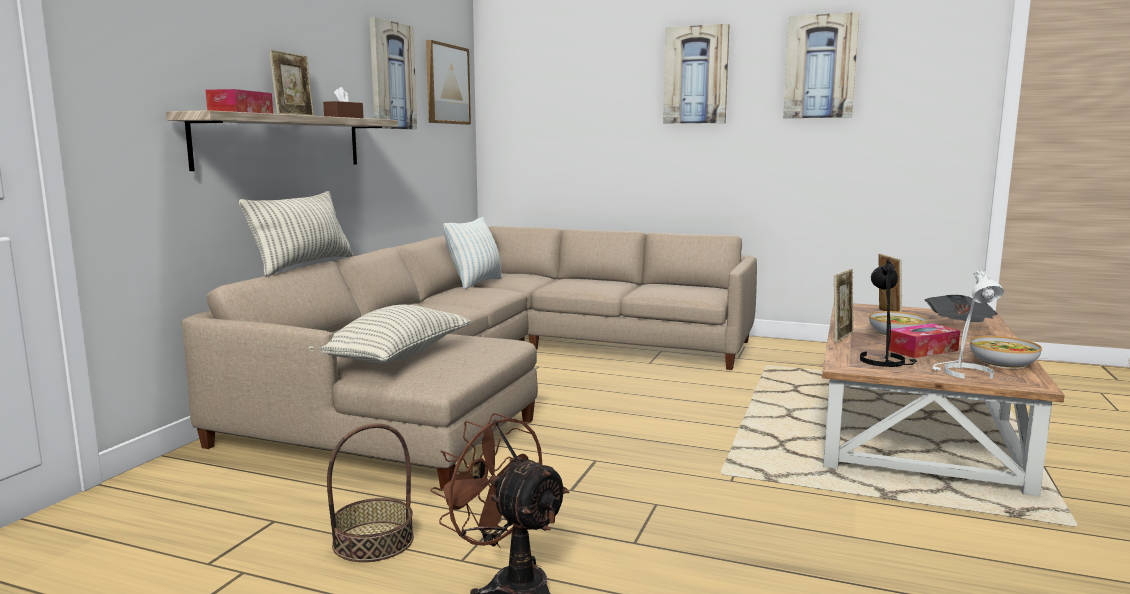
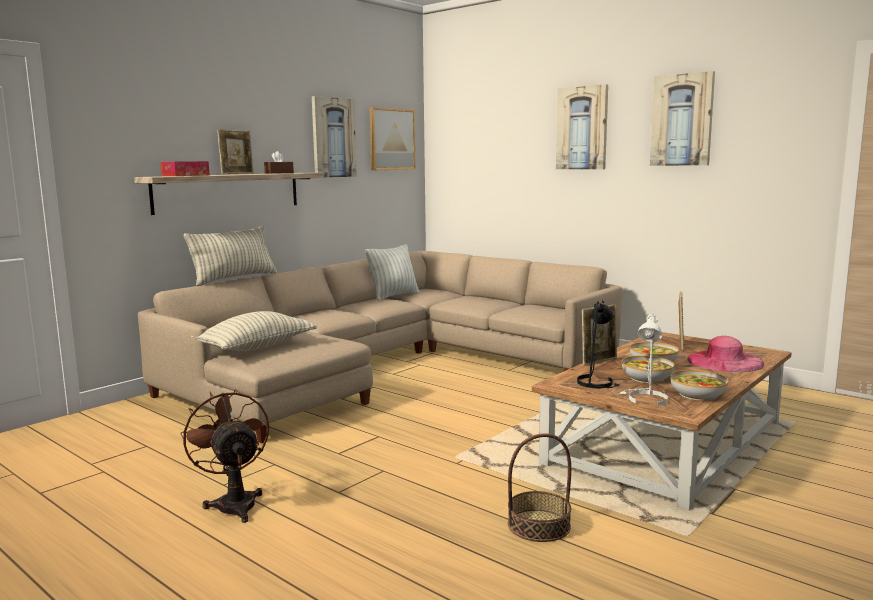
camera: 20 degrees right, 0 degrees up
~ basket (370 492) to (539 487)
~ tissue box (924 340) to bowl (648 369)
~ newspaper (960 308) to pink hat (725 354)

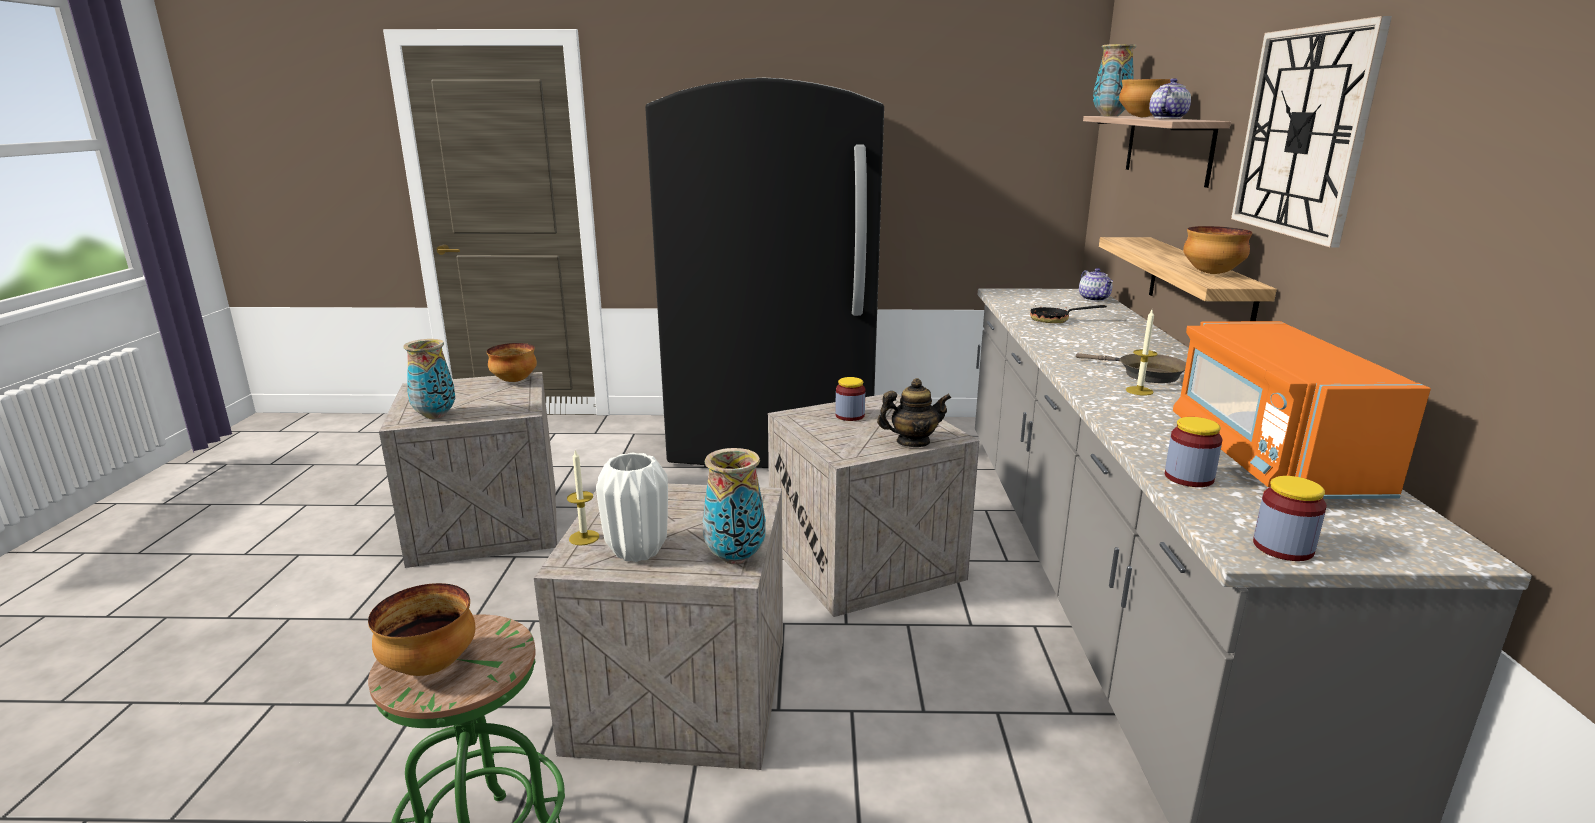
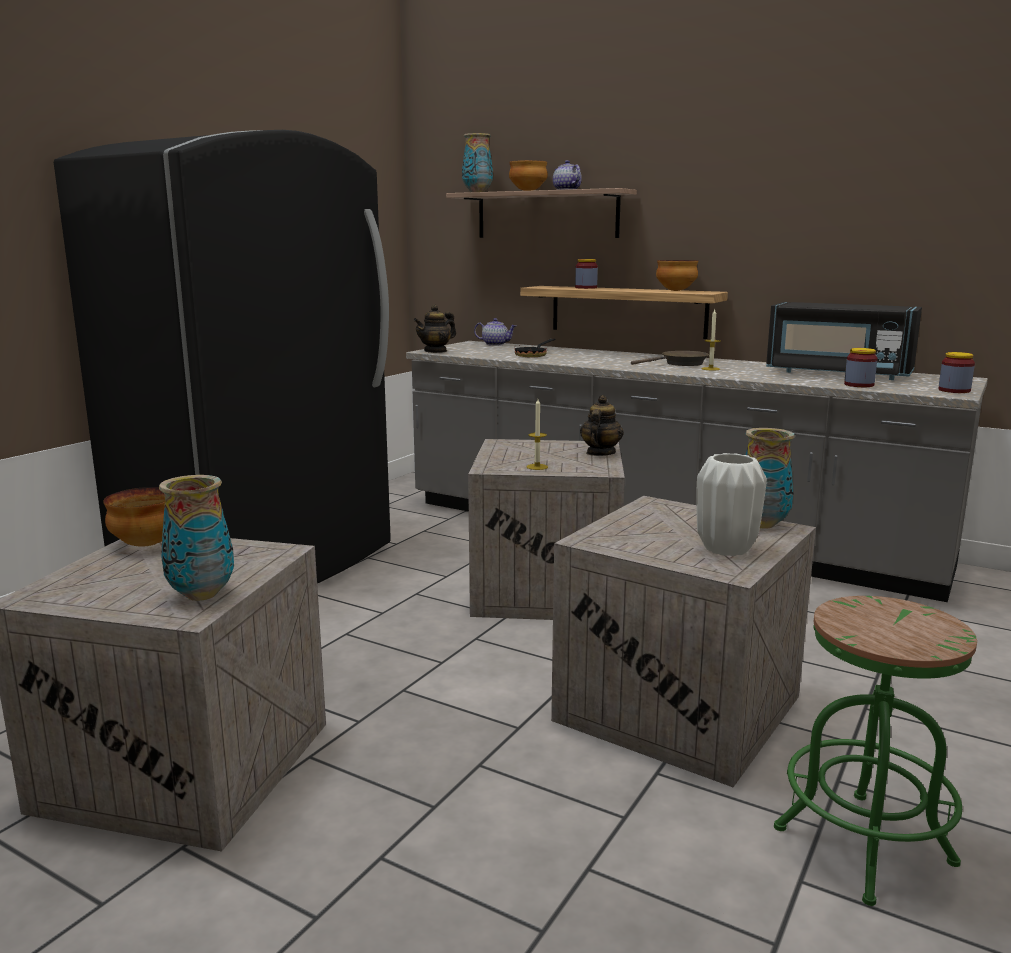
camera: 60 degrees left, 5 degrees down
+ teapot (435 328)
~ candle (583 497) to (537 434)
~ jar (850 399) to (586 274)
~ orange microwave (1302 410) to black microwave (844 341)
- bowl (421 629)
- wall clock (1311 131)

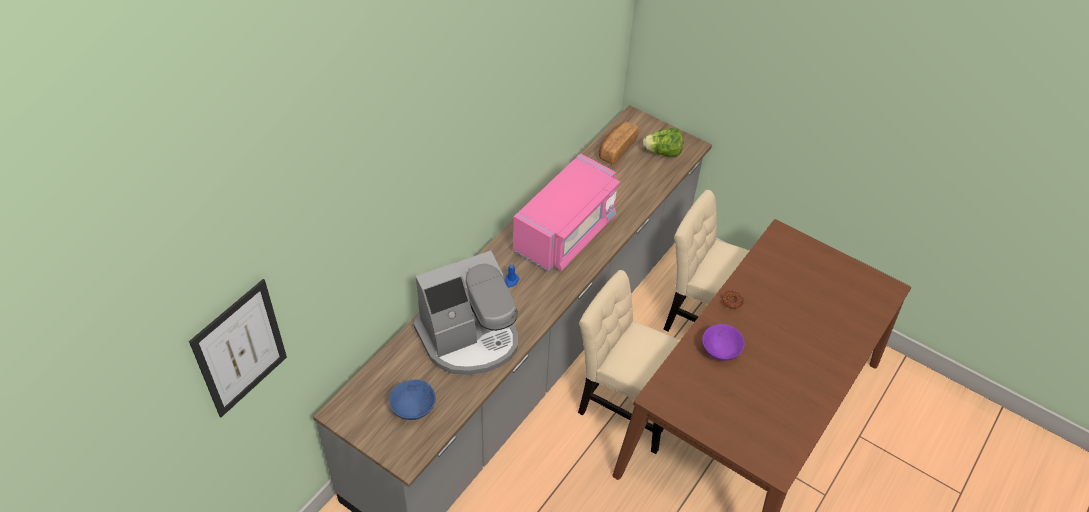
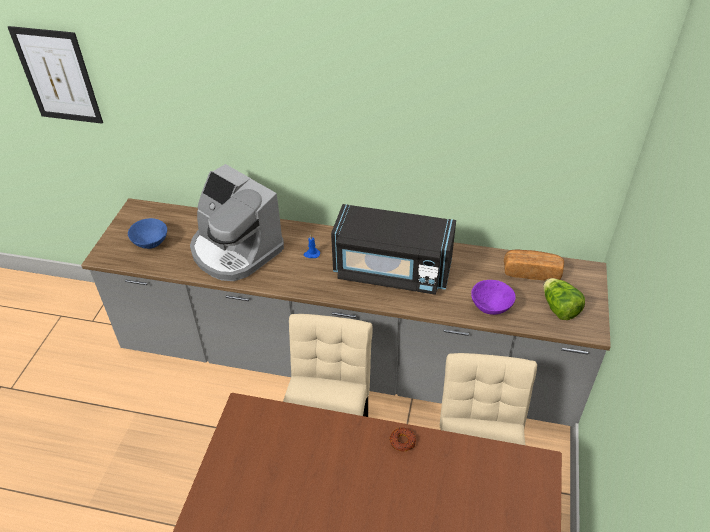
camera: 70 degrees right, 5 degrees down
~ pink microwave (566 212) to black microwave (393 249)
~ purple bowl (723 342) to (493 297)

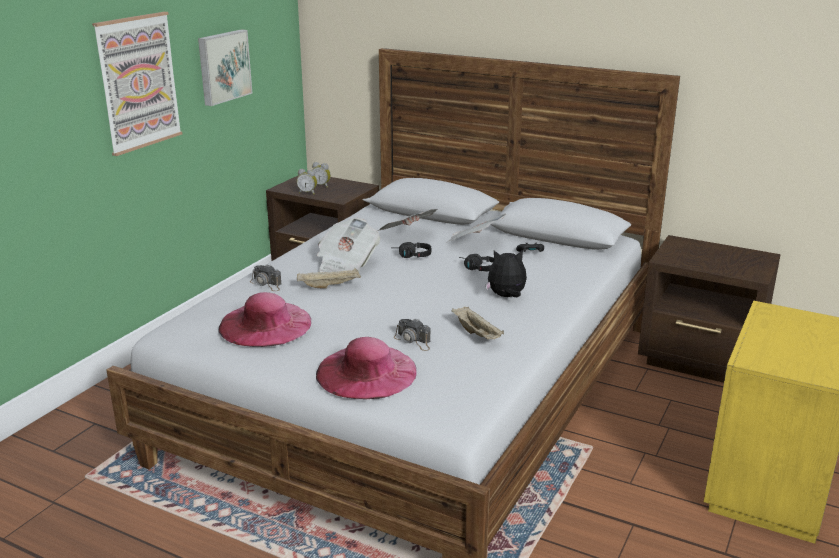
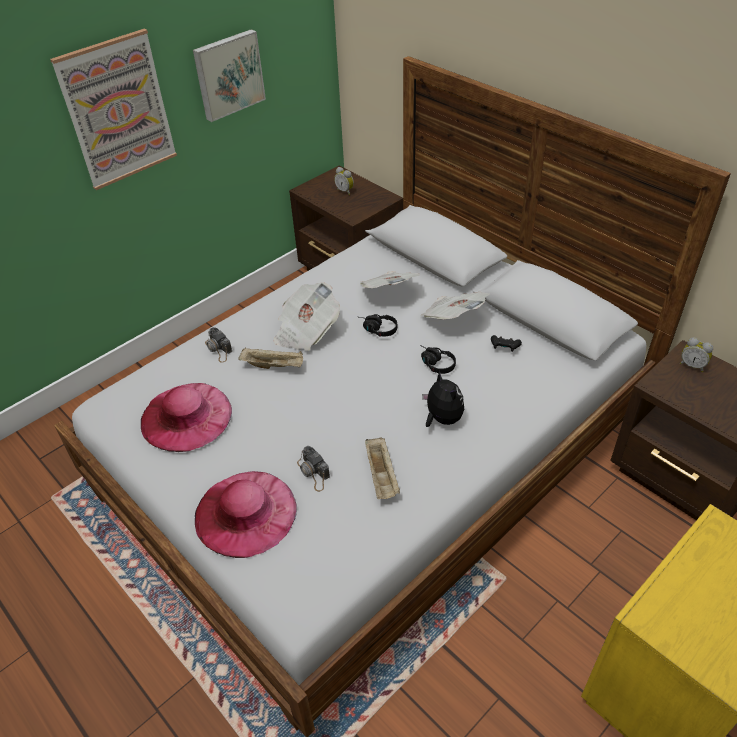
camera: 20 degrees right, 20 degrees up
~ plush toy (506 273) = (443 399) 45 degrees clockwise
~ alarm clock (307 181) to (696 355)

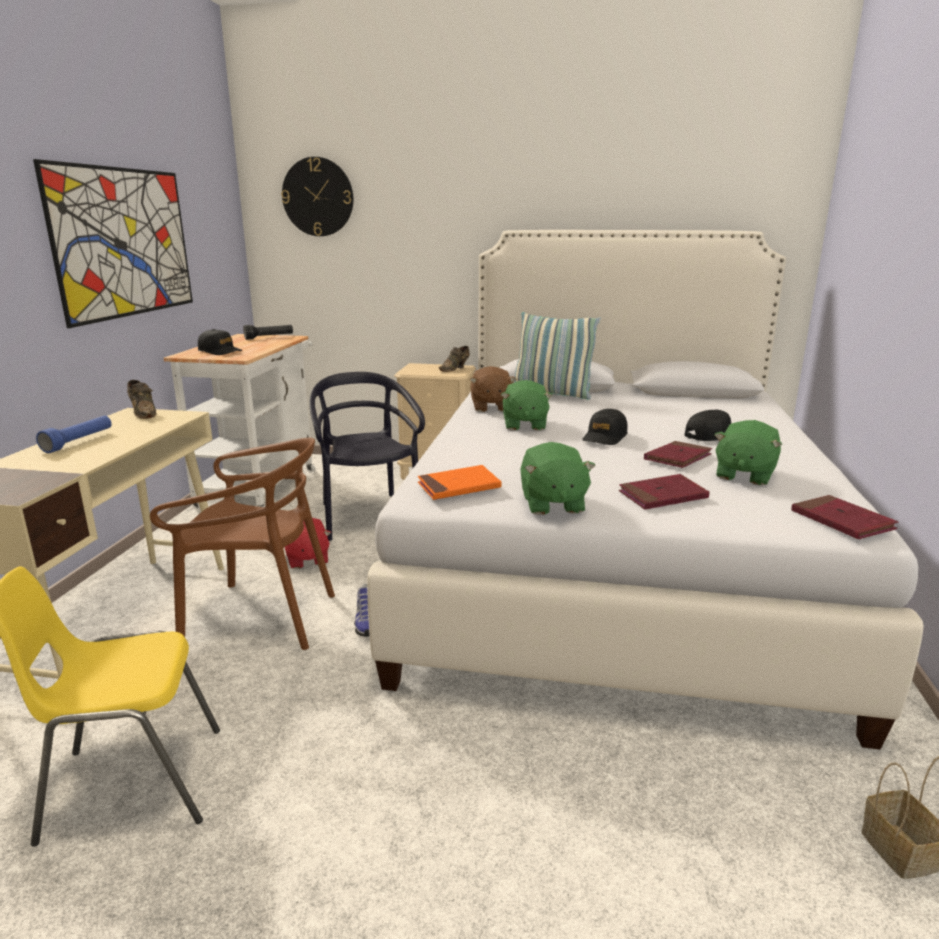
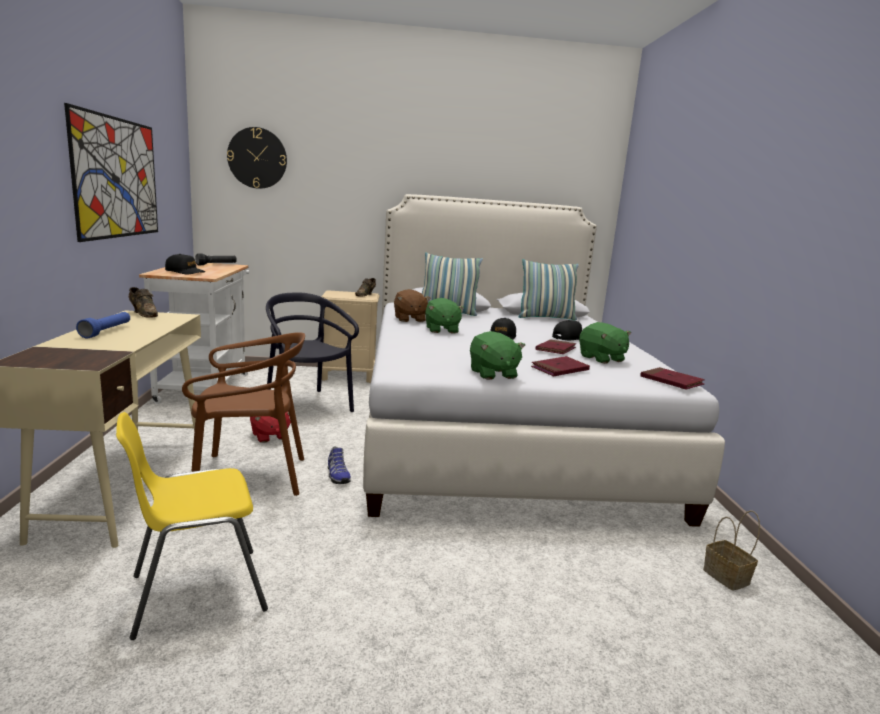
camera: 15 degrees left, 5 degrees down
+ pillow (549 289)
~ green plush toy (748 453) = (605 343) 45 degrees counterclockwise
- orange book (459 482)

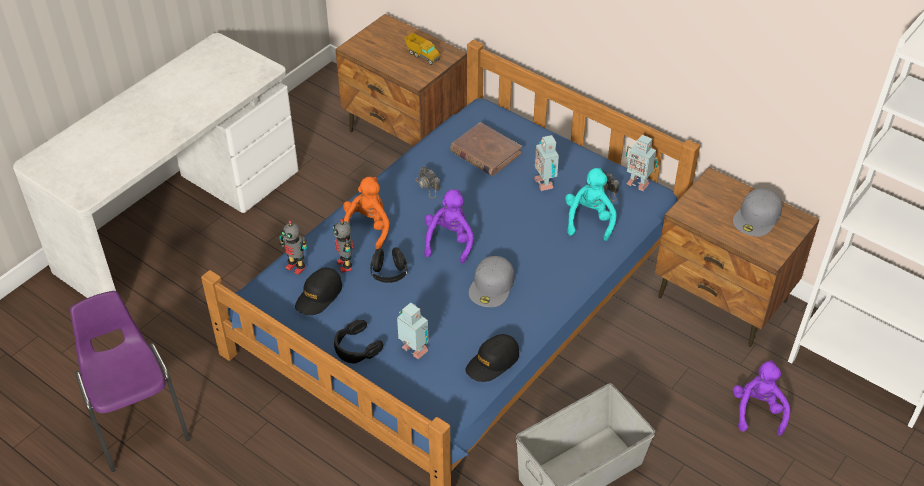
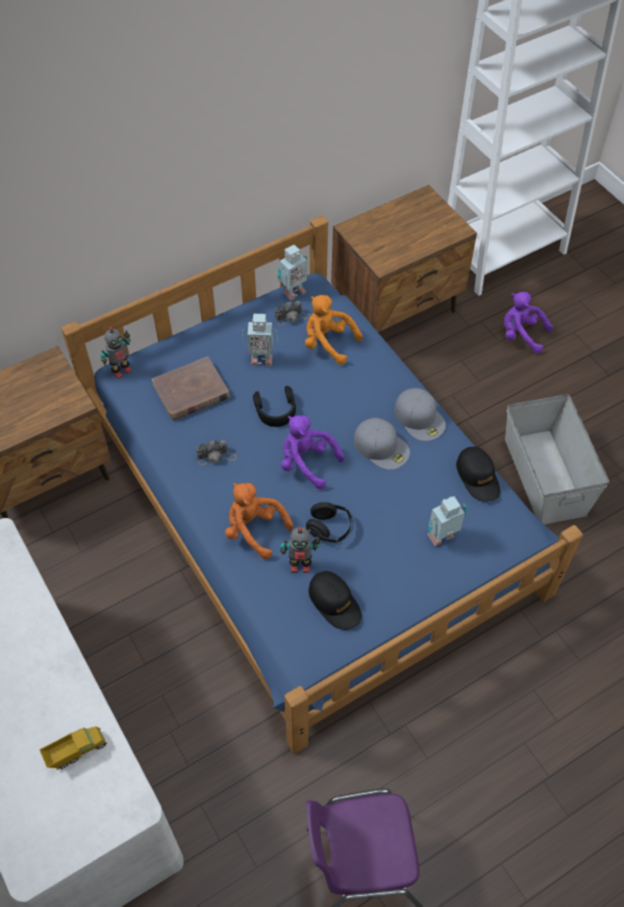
camera: 70 degrees left, 10 degrees up
~ toy truck (422 49) to (73 748)
~ toy robot (293 247) to (116 353)
~ black headphones (359 341) to (274 406)
~ turquoise plush toy (591 204) to orange plush toy (334 330)
~ grey cap (757 212) to (420 414)

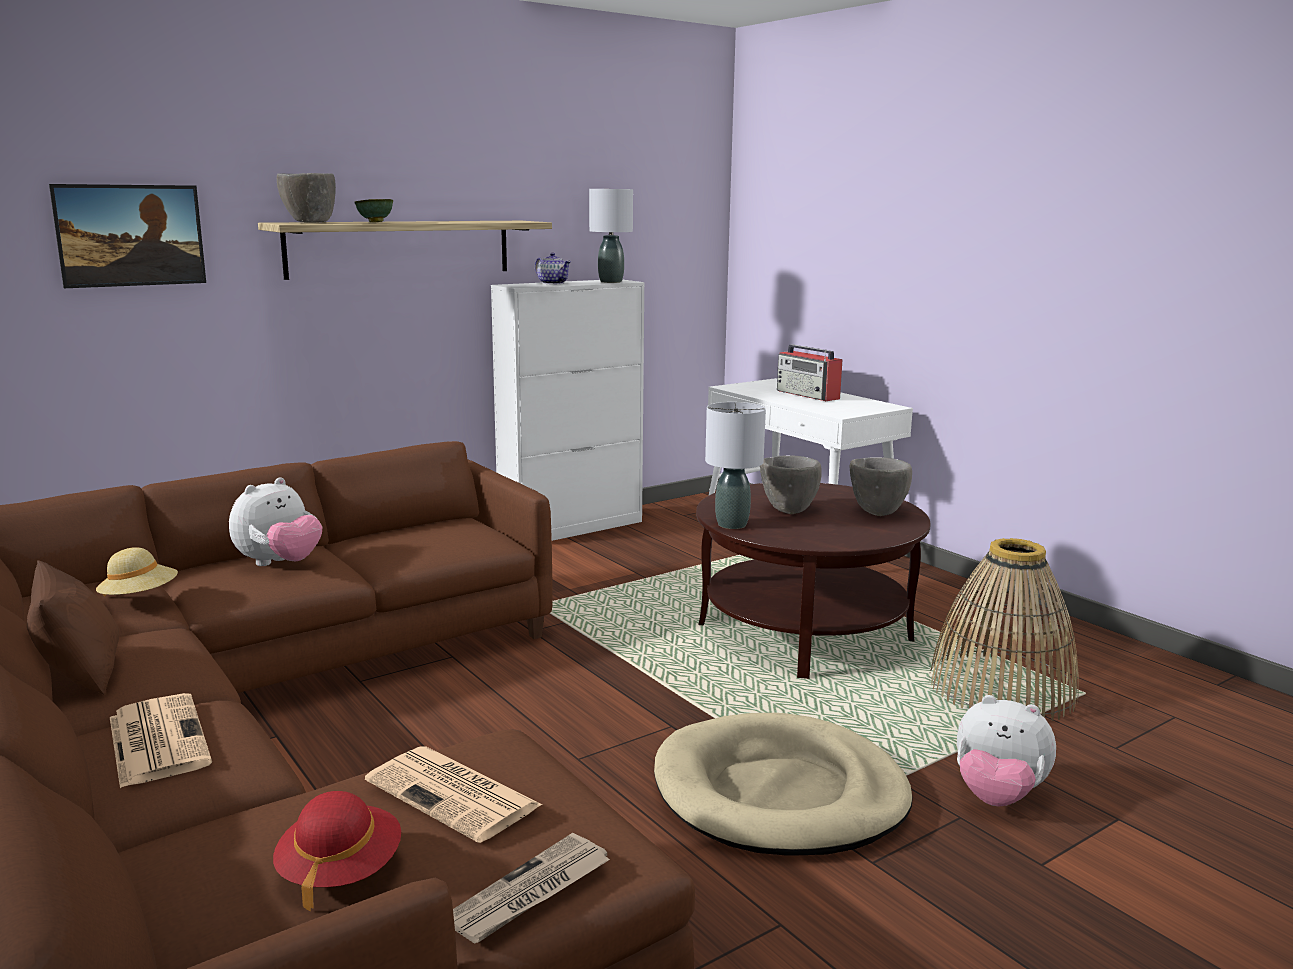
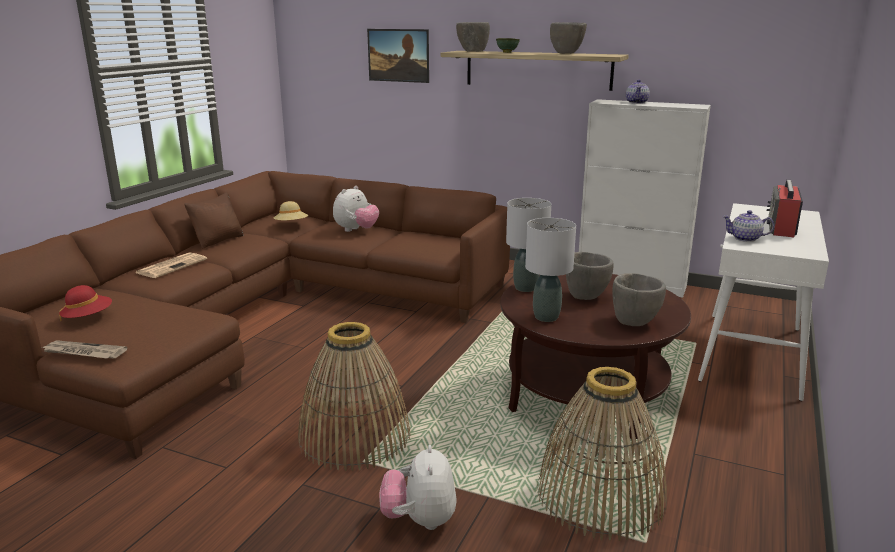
camera: 60 degrees right, 5 degrees up
~ beige dog bed (783 784) to basket (354 396)
~ plush toy (275 521) = (356 209) 60 degrees counterclockwise
~ grey table lamp (611 236) to (550 270)
+ grey bowl (568 38)
+ teapot (748 226)
- newspaper (454 794)

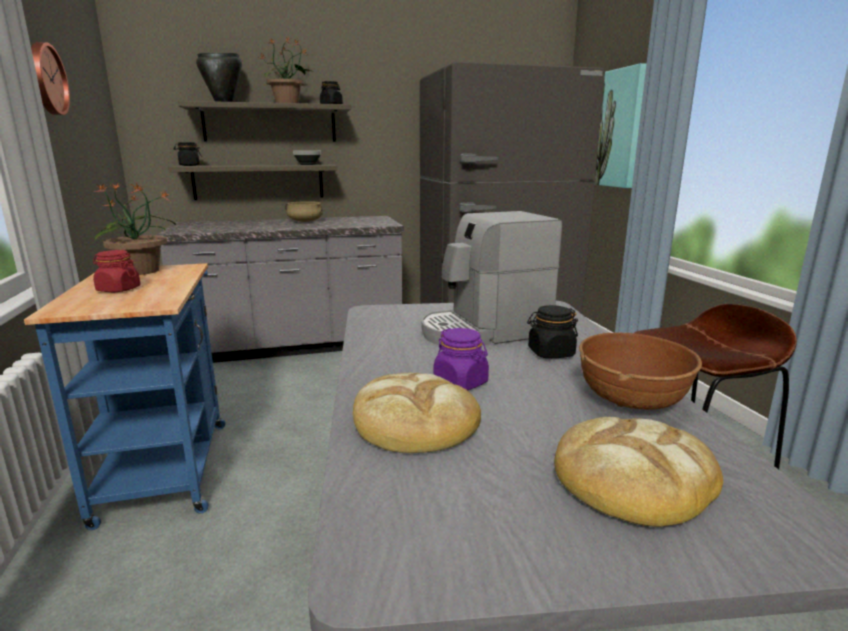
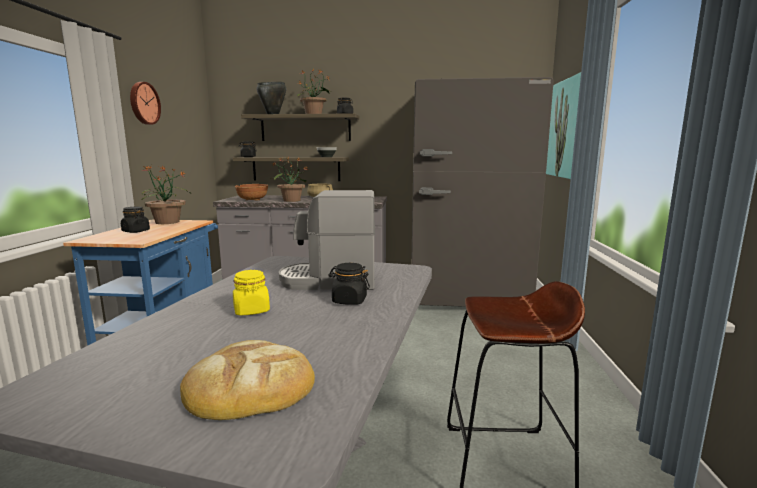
camera: 20 degrees right, 5 degrees down
~ red jar (117 271) to black jar (135 220)
~ purple jar (461 359) to yellow jar (251 293)
~ brown bowl (640 371) to (251 192)
+ potted plant (289 179)
- bread (417 413)

